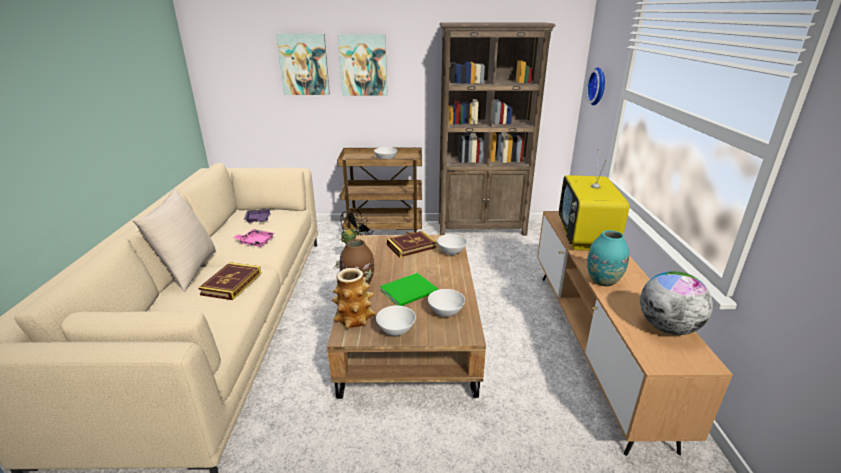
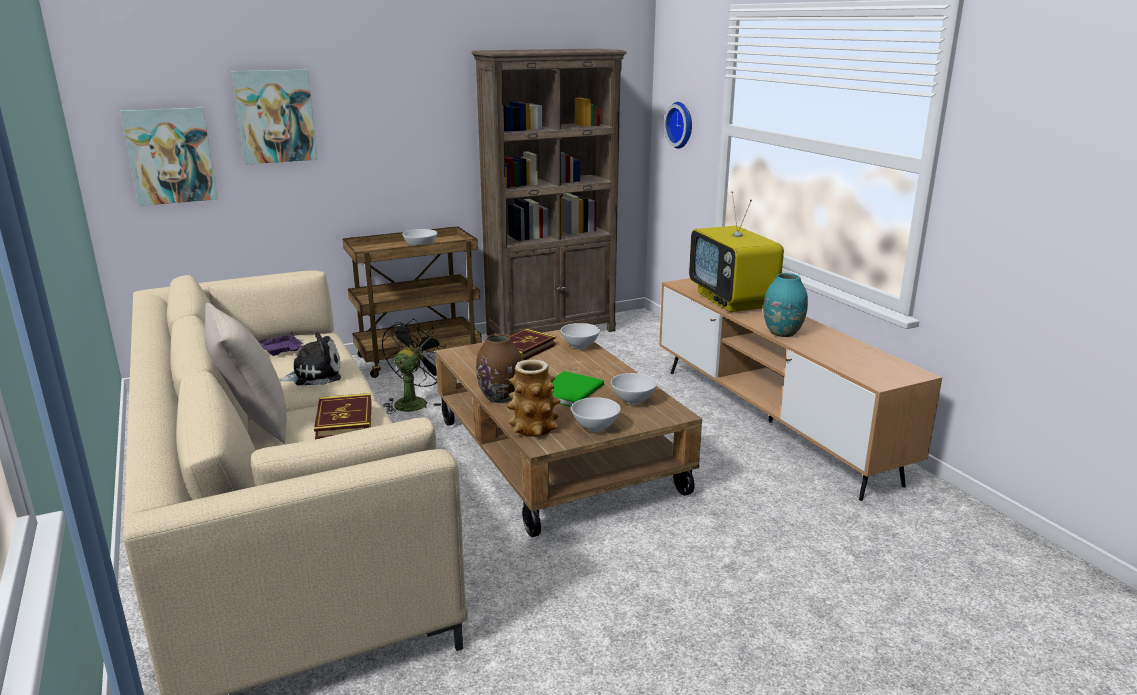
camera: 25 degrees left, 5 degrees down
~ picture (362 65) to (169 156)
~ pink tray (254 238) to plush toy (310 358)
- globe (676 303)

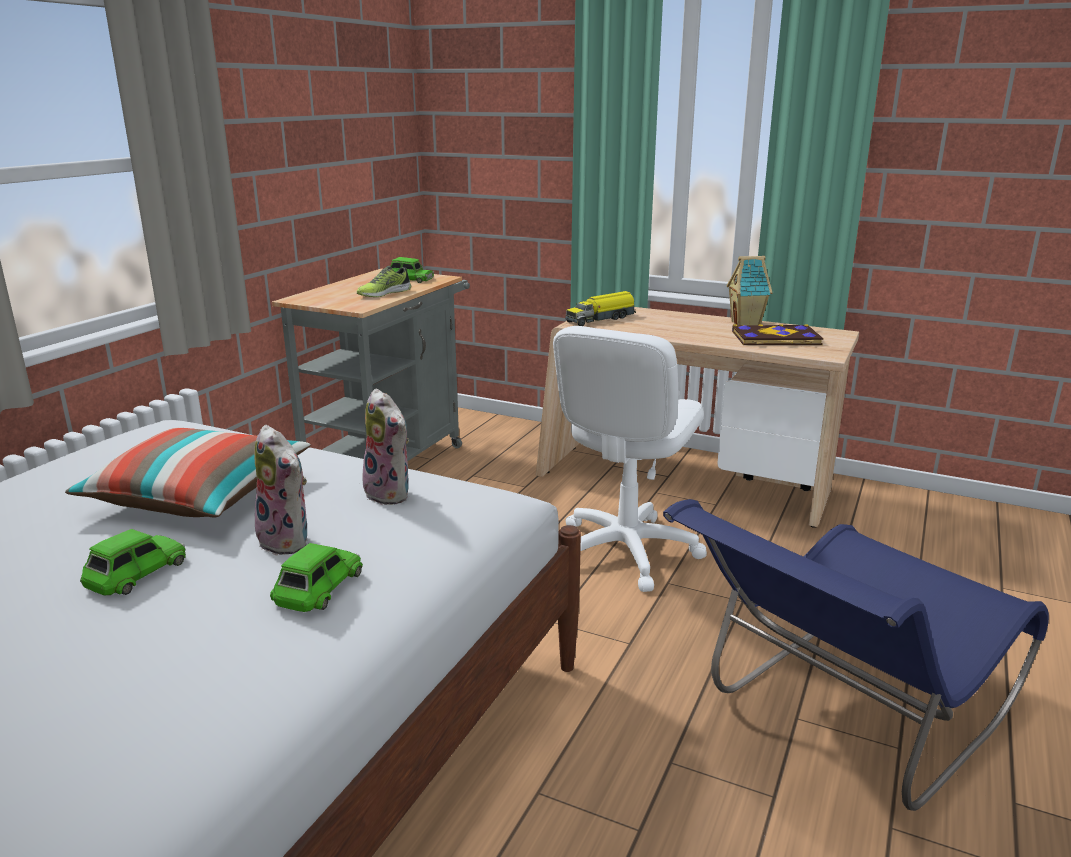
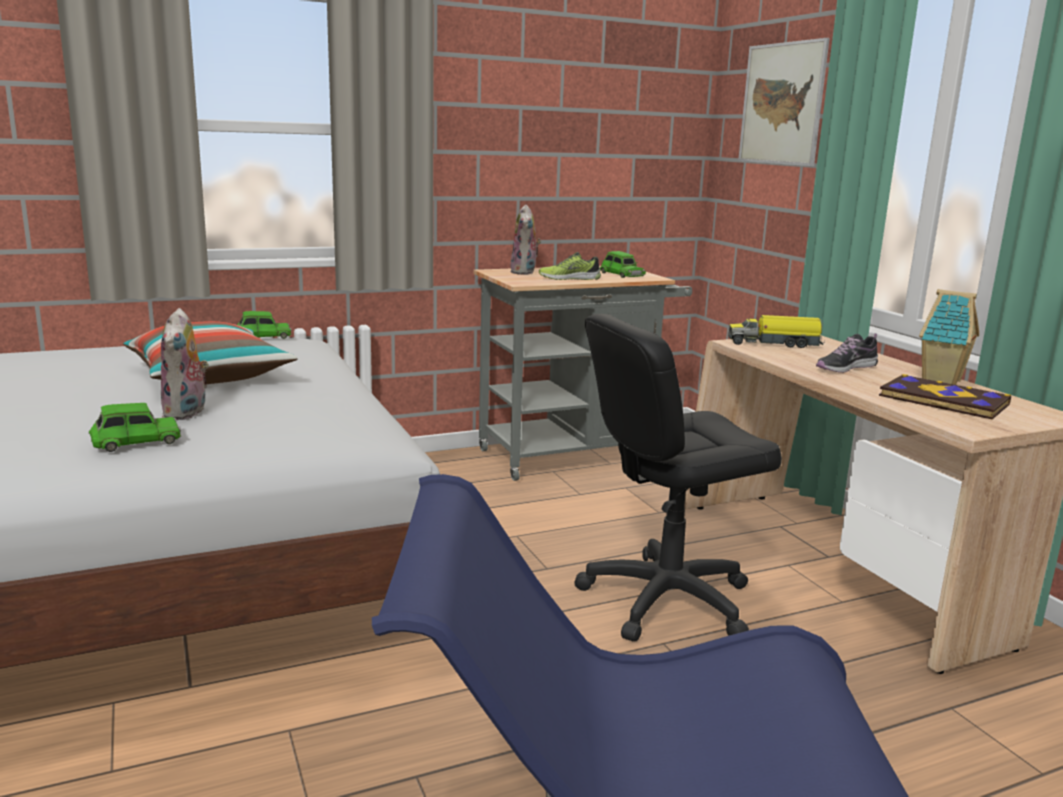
camera: 40 degrees right, 5 degrees down
~ green toy car (133 562) to (264 325)
~ plush toy (385 447) to (525 240)
~ white office chair (630 459) to black office chair (678 477)
+ picture (784 102)
+ shoe (847 353)

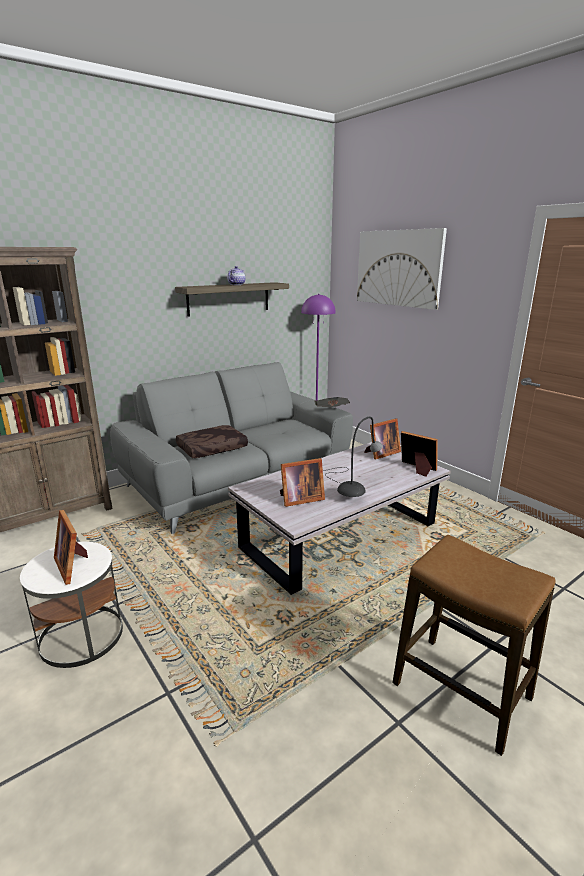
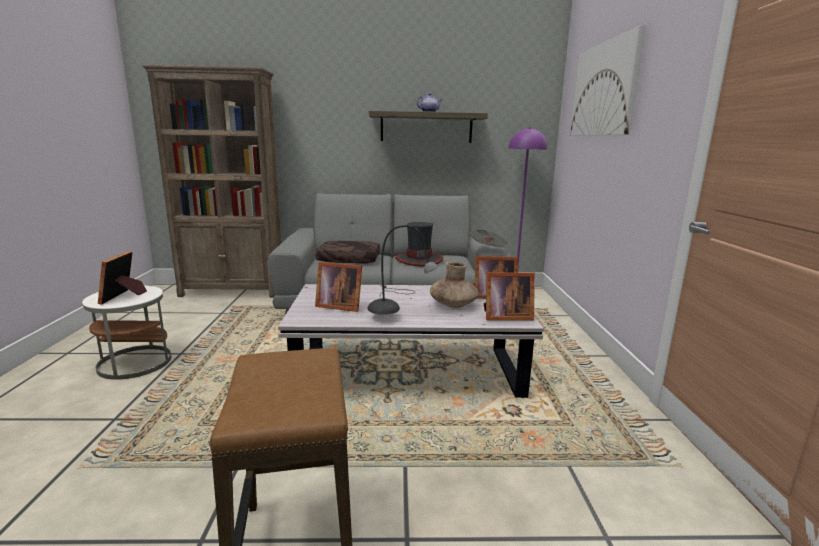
camera: 35 degrees right, 5 degrees down
+ hat (419 244)
+ brown vase (454 285)
~ picture frame (419 454) = (509 296) 105 degrees clockwise

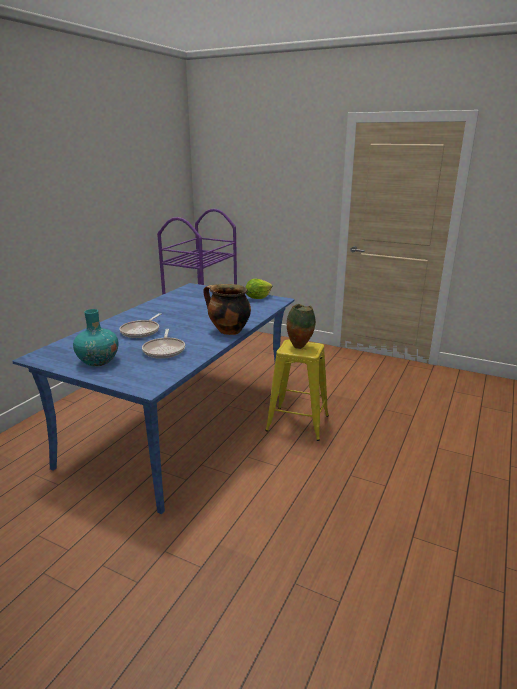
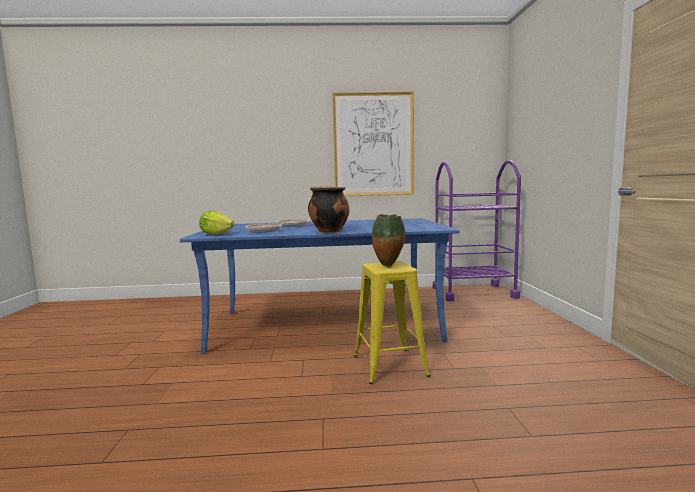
camera: 60 degrees right, 15 degrees down
~ lettuce (259 289) to (217 223)
+ picture (373 143)
- turquoise vase (95 337)

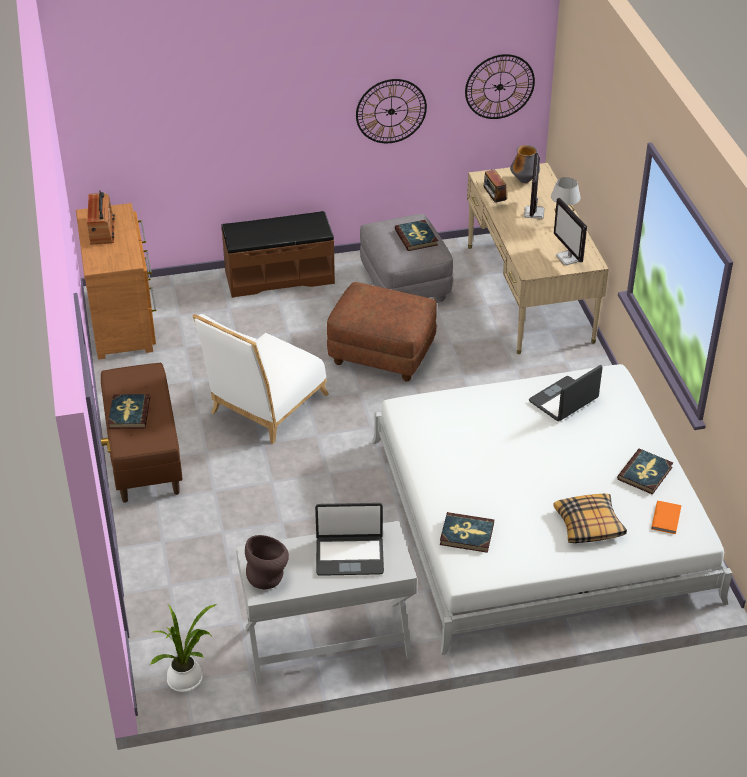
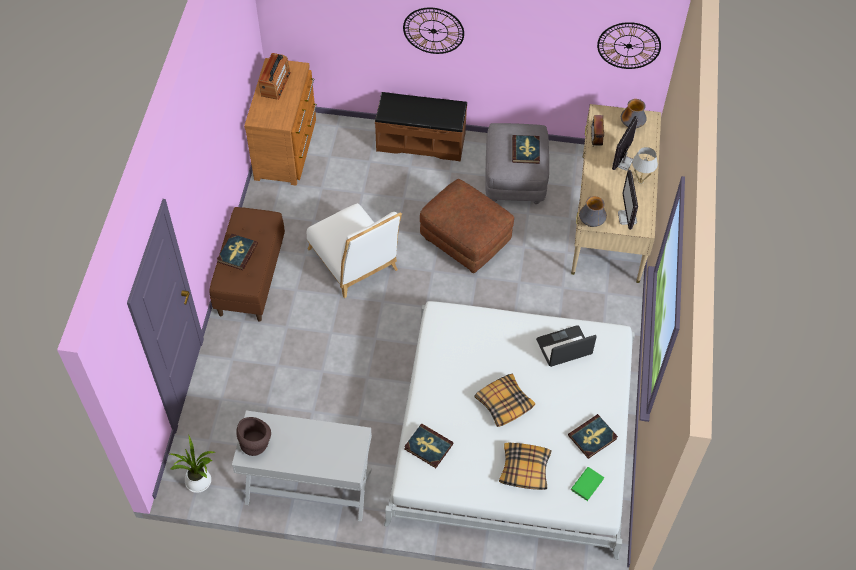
camera: 20 degrees right, 15 degrees up
~ white chair (261 379) = (354 250) 90 degrees counterclockwise
~ wall clock (391 111) to (433 31)
+ pillow (504 400)
~ orange book (666 517) to green book (587 484)
+ vase (593 211)
- laptop (349 539)

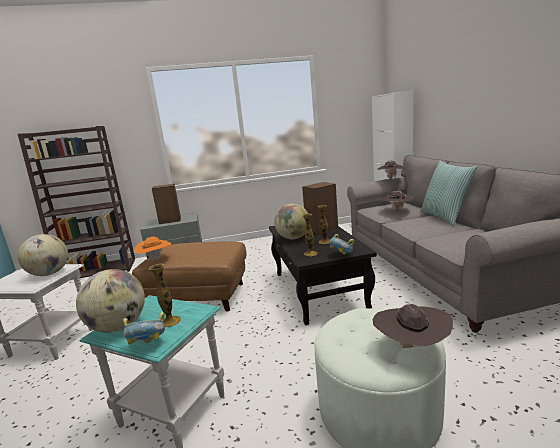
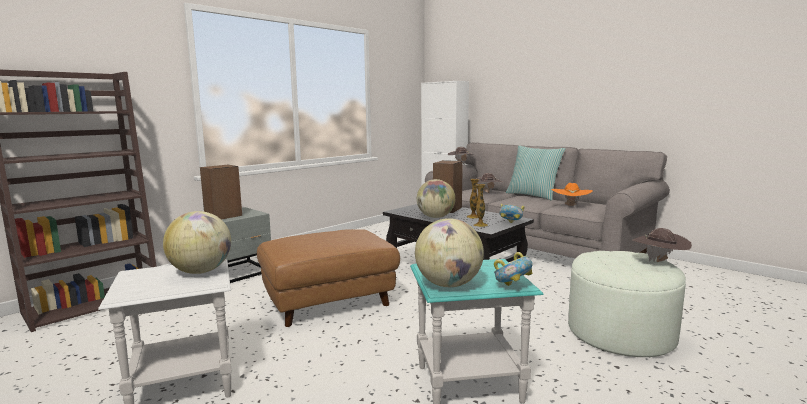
camera: 35 degrees left, 5 degrees down
~ orange hat (152 250) to (572 195)
- vase (165 295)

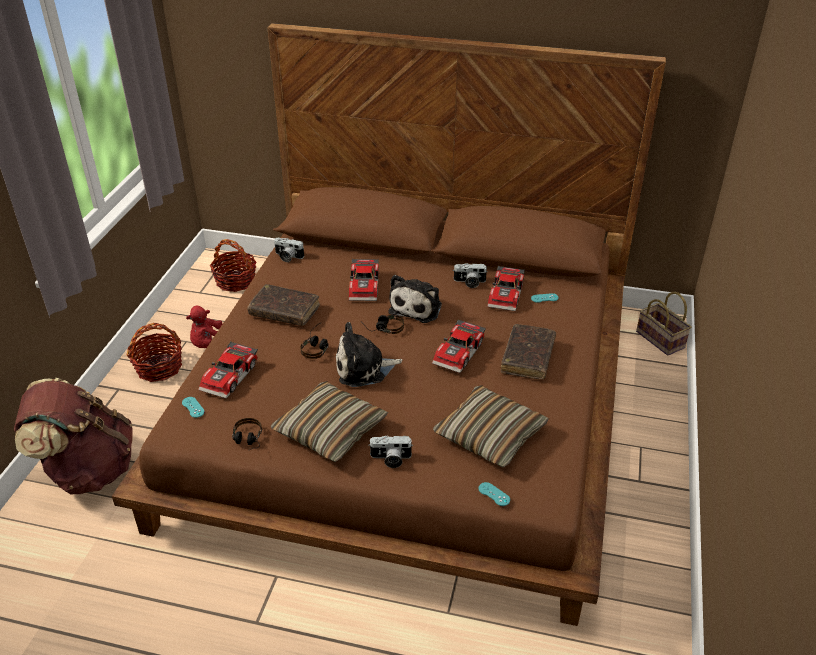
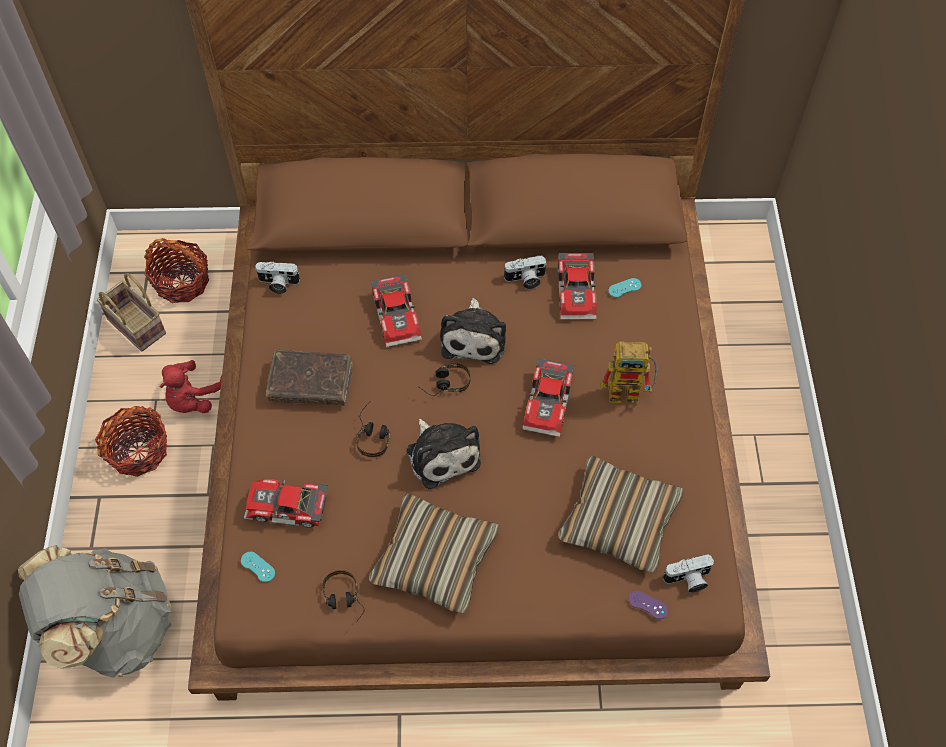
camera: 15 degrees left, 20 degrees up
~ brown backpack (73 436) to grey backpack (94 611)
~ basket (664 324) to (131 312)
~ toy car (228 370) = (286 503) 90 degrees clockwise
~ plush toy (369 354) = (443 454) 90 degrees counterclockwise
~ brown book (528 351) to toy robot (628 373)
~ turquoise game controller (494 494) to purple game controller (648 605)
~ photo camera (390 452) to (688 573)

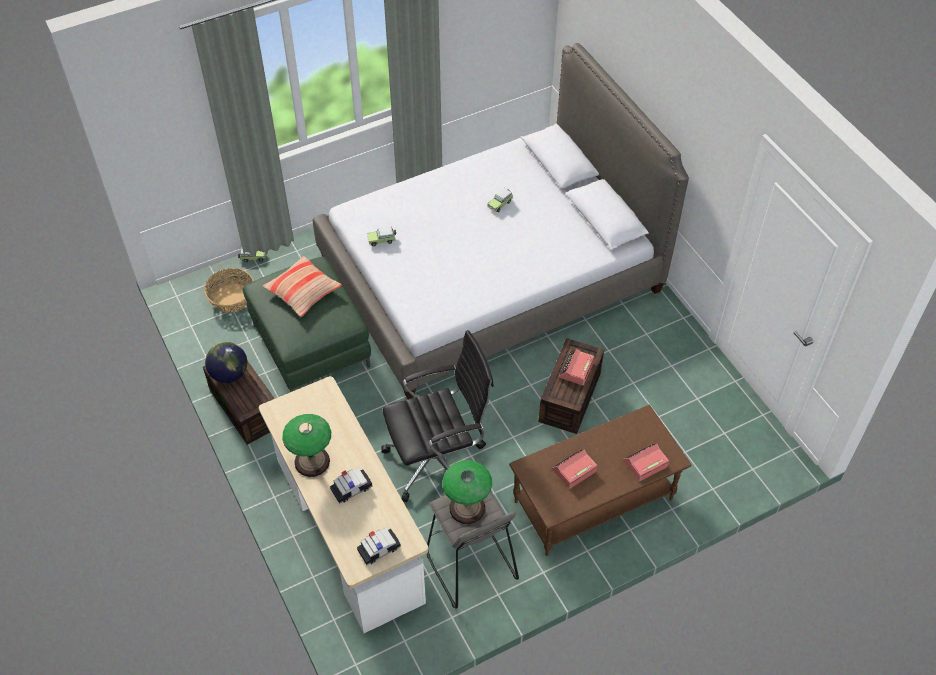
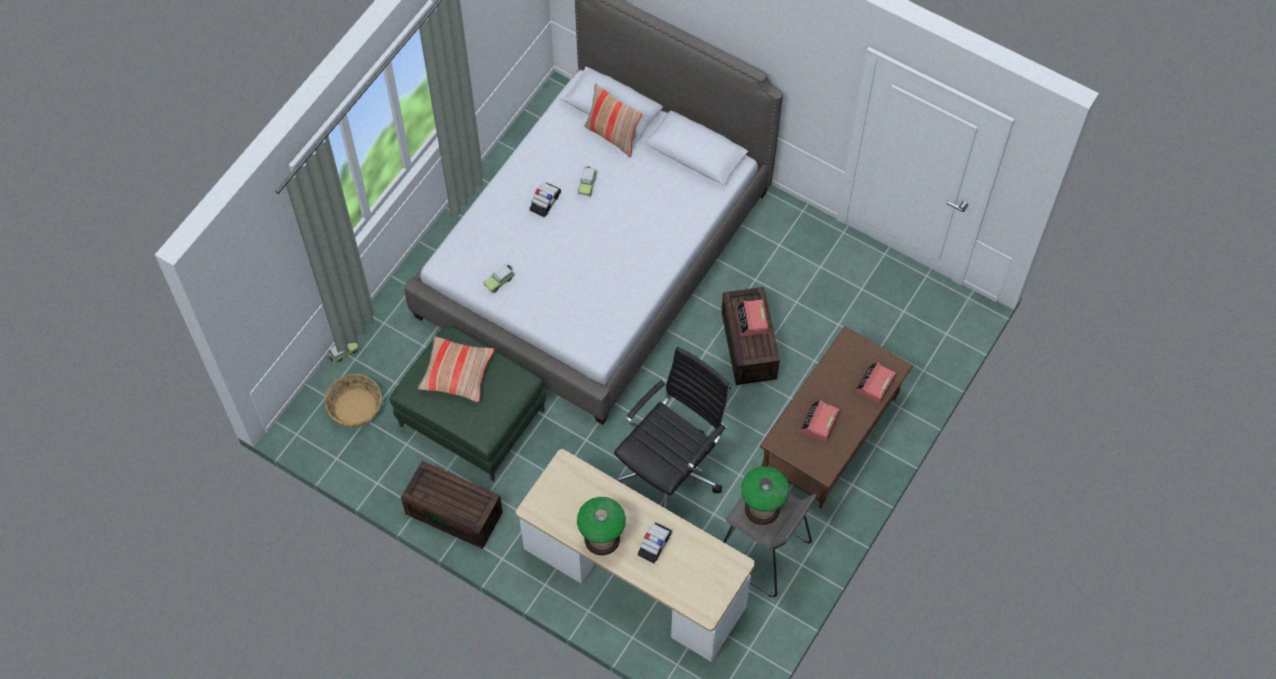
camera: 30 degrees left, 10 degrees up
~ toy car (379 546) to (545 200)
+ pillow (613 120)
- globe (226 362)

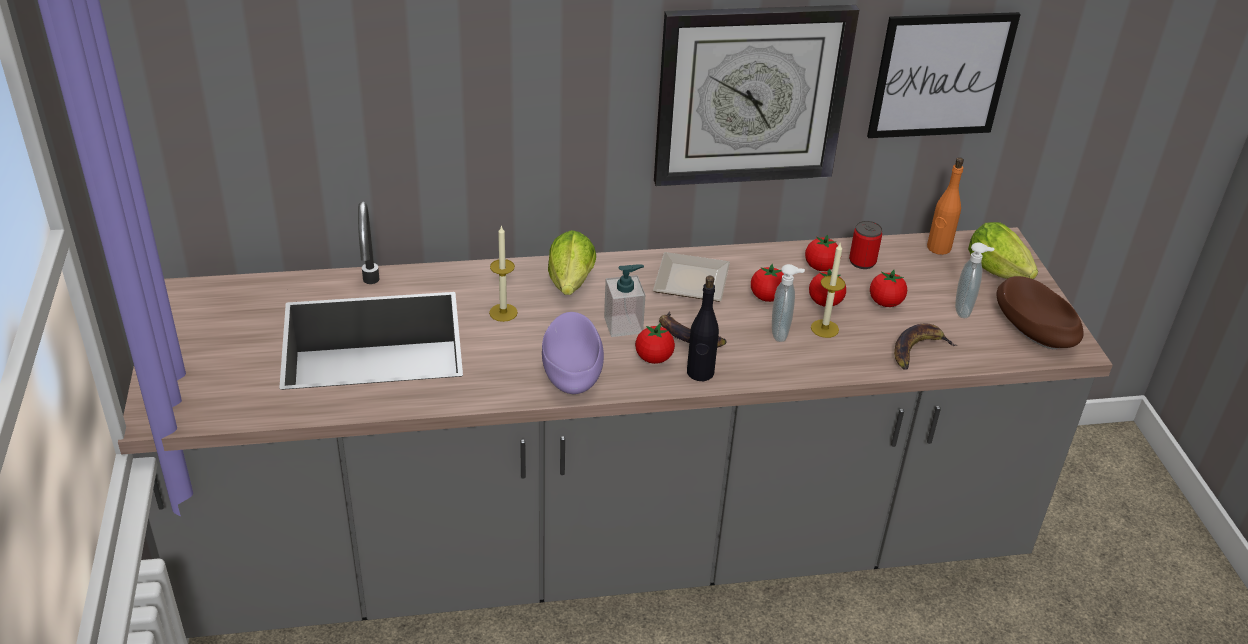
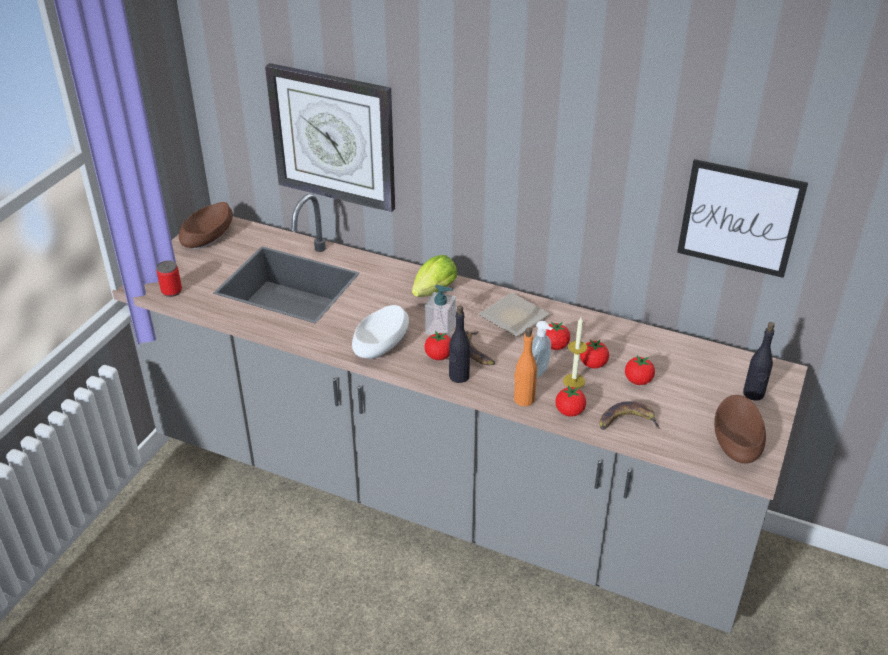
camera: 35 degrees right, 0 degrees up
~ can (865 245) to (169 279)
+ brown bowl (206 225)
~ wall clock (756 95) to (330 137)
~ purple bowl (573 353) to white bowl (380 332)
~ orange bottle (945 206) to (525 367)
~ tomato (821 253) to (570 401)
~ lettuce (1003 250) to black bottle (759 361)
- candle (503 273)
- soap dispenser (974 280)

